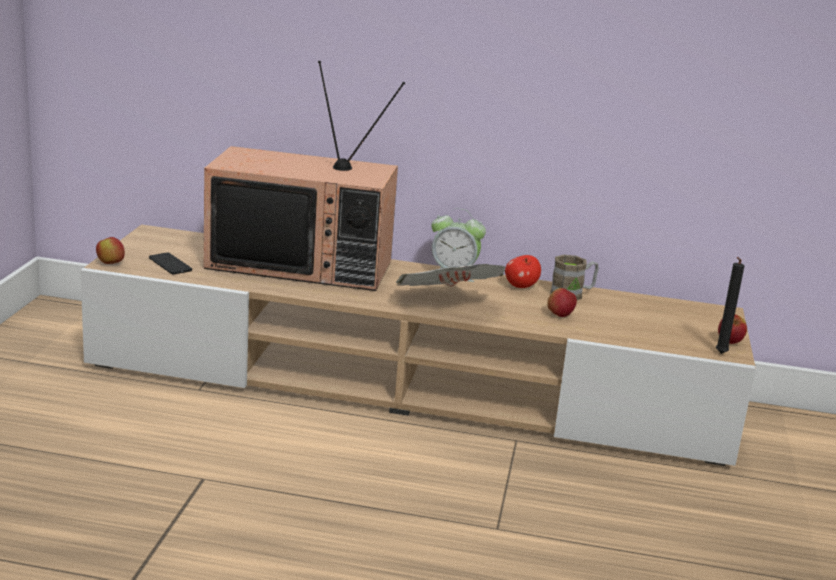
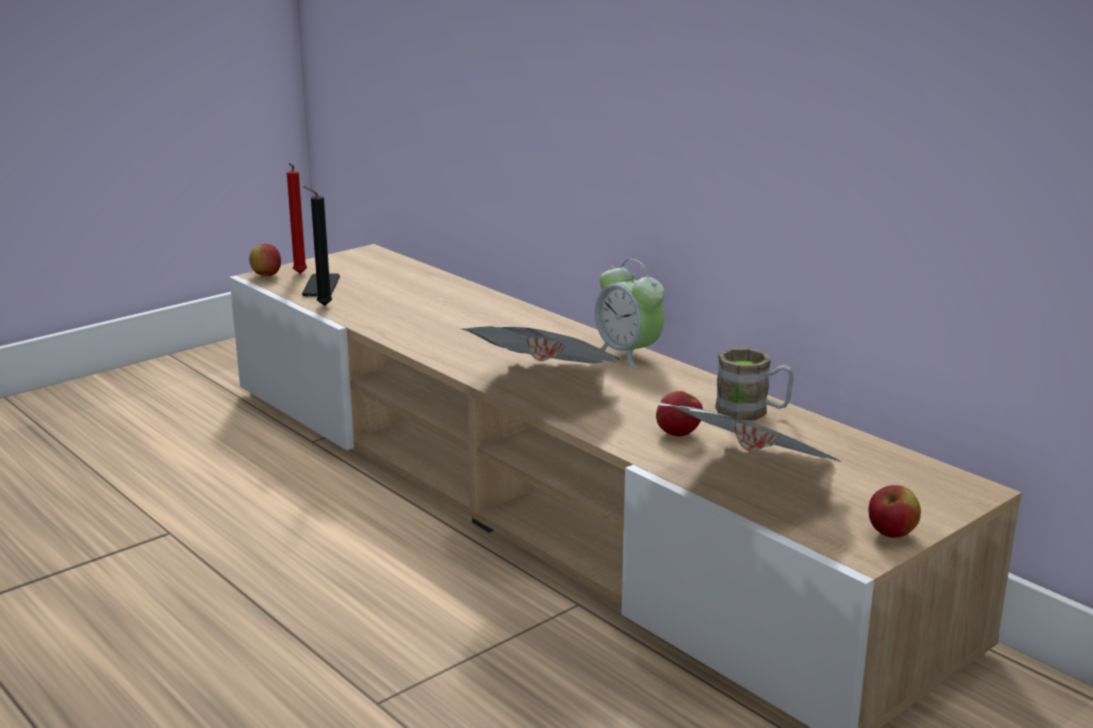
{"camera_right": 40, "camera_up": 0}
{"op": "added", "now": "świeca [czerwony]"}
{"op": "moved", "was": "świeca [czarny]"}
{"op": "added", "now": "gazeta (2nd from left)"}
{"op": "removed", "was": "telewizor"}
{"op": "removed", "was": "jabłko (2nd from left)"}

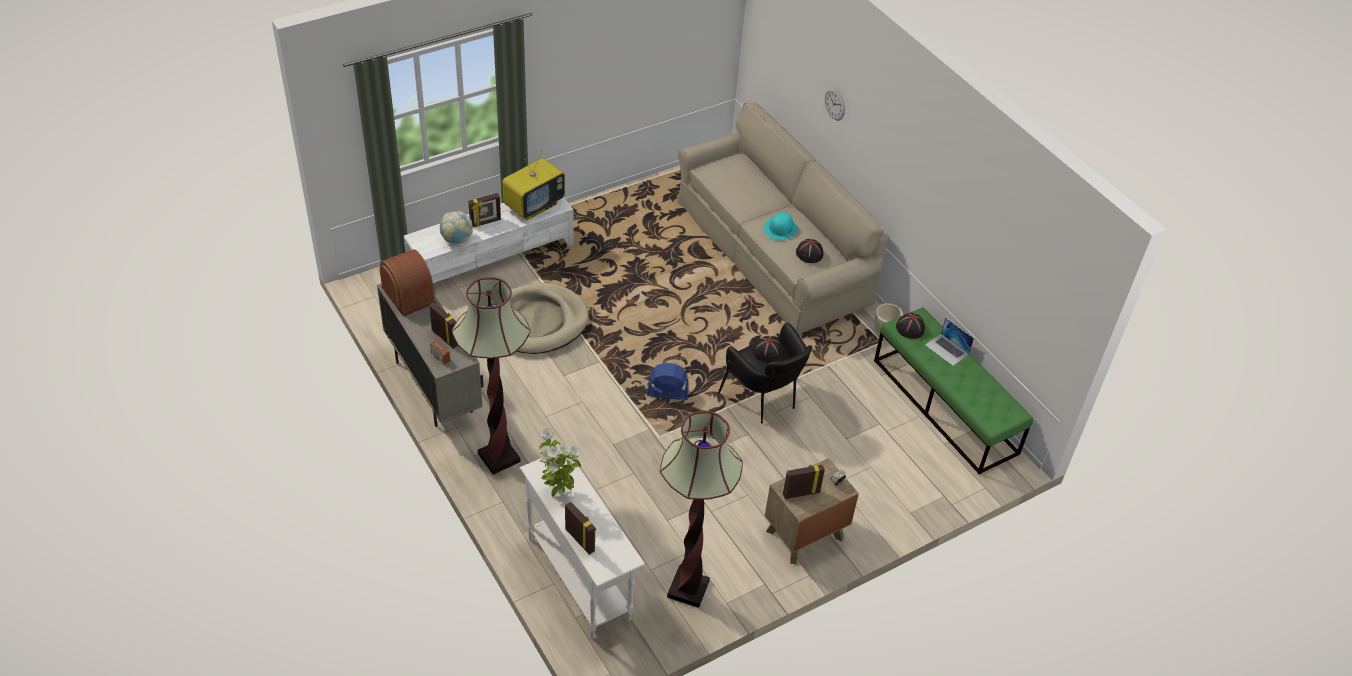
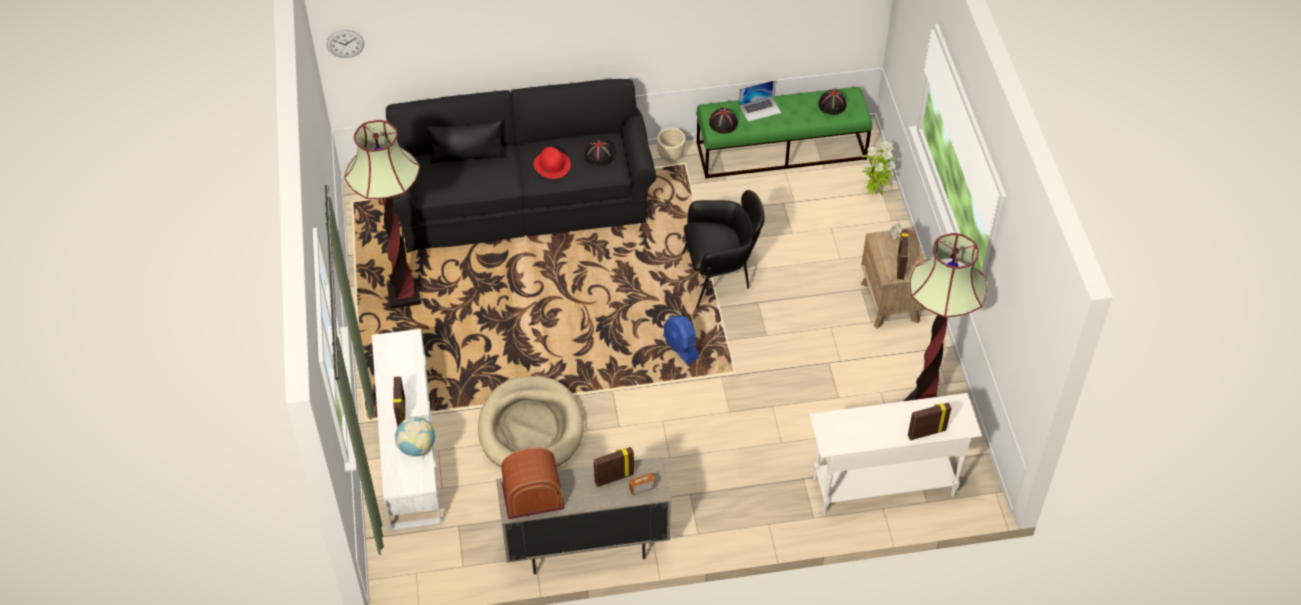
{"camera_right": -65, "camera_up": 5}
{"op": "moved", "was": "zegar ścienny"}
{"op": "moved", "was": "lampa stojąca (1st from left)"}
{"op": "recoloured", "was": "kanapa [beżowy]", "now": "kanapa [czarny]"}
{"op": "added", "now": "poduszka [czarny]"}
{"op": "recoloured", "was": "kapelusz [turkusowy]", "now": "kapelusz [czerwony]"}
{"op": "turned", "was": "wentylator [niebieski]", "clockwise": -60}
{"op": "moved", "was": "kapelusz [czarny] (1st from left in the first image)", "now": "kapelusz [czarny] (3rd from left)"}
{"op": "moved", "was": "roślina doniczkowa"}
{"op": "removed", "was": "telewizor"}

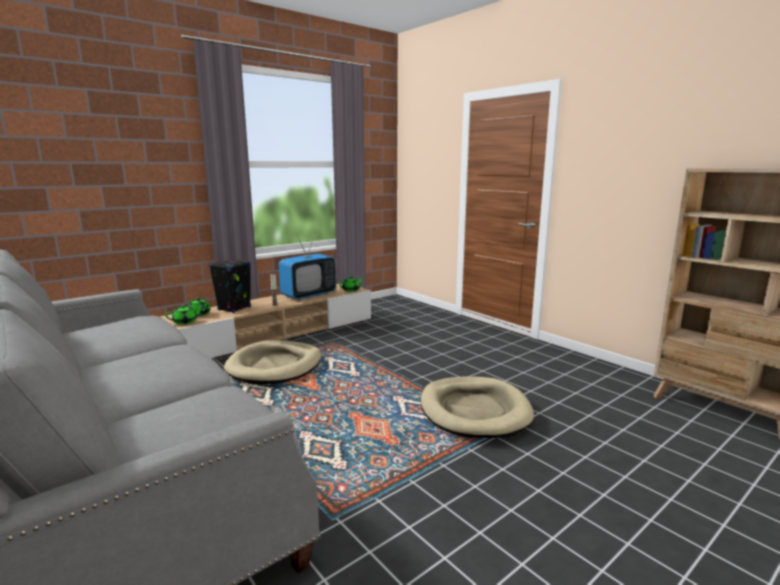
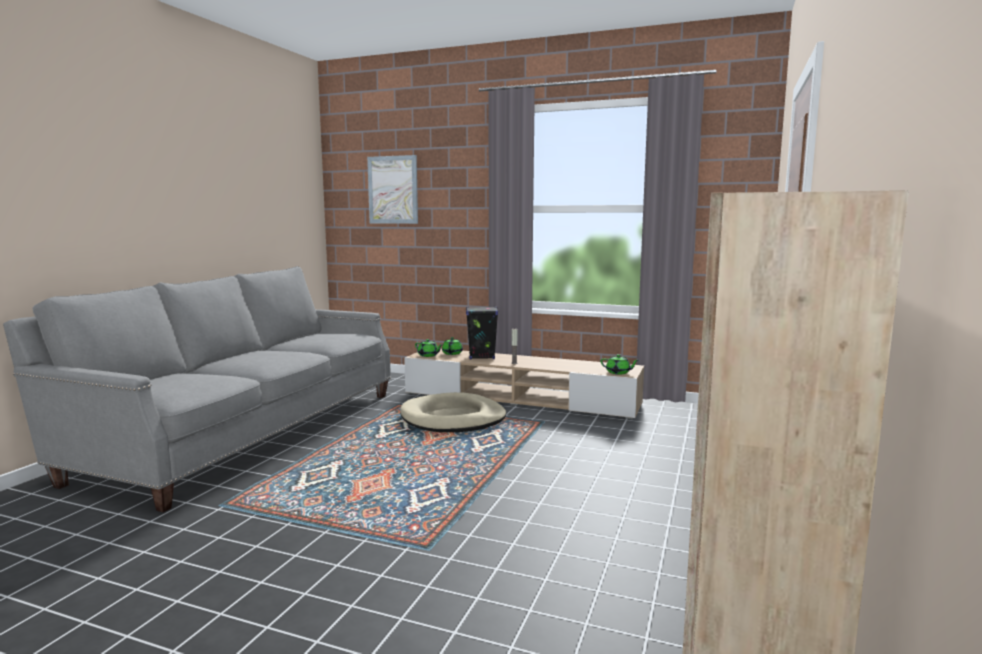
{"camera_right": 60, "camera_up": -5}
{"op": "added", "now": "obraz"}
{"op": "removed", "was": "telewizor"}
{"op": "removed", "was": "legowisko [beżowy] (2nd from left)"}

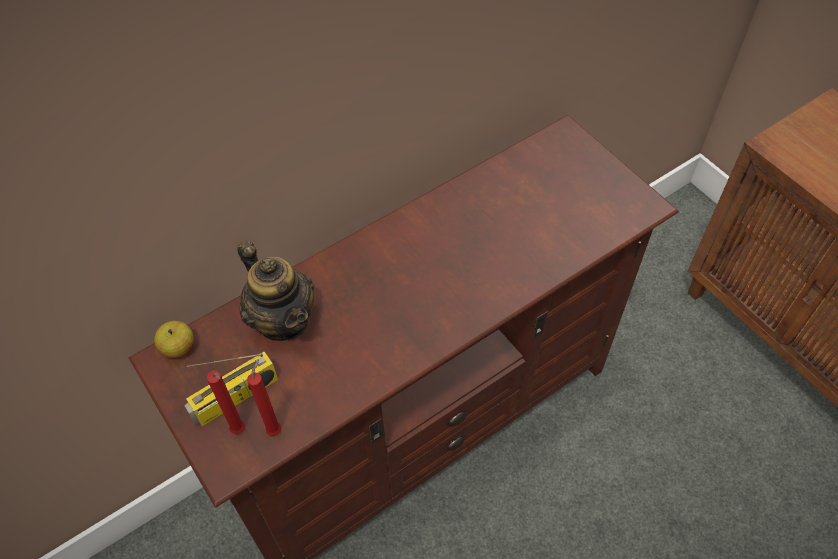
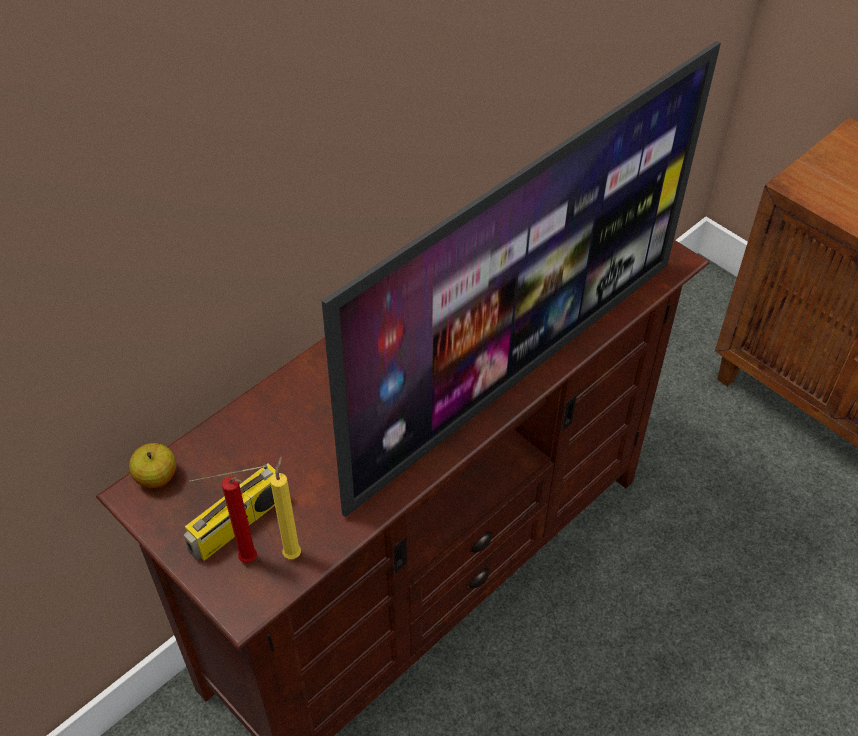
{"camera_right": -10, "camera_up": -5}
{"op": "recoloured", "was": "świeca [czerwony] (2nd from left)", "now": "świeca [żółty]"}
{"op": "added", "now": "telewizor"}
{"op": "removed", "was": "imbryk"}

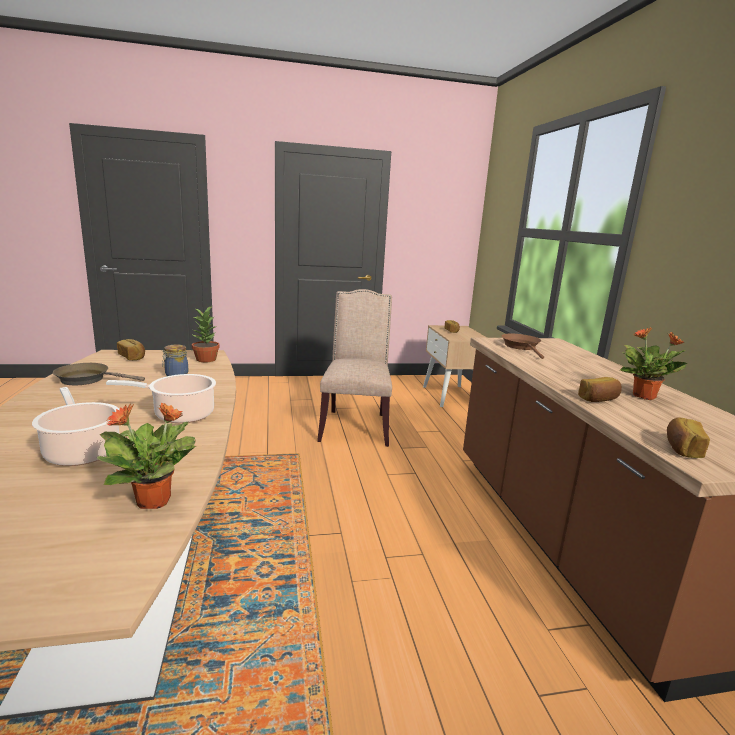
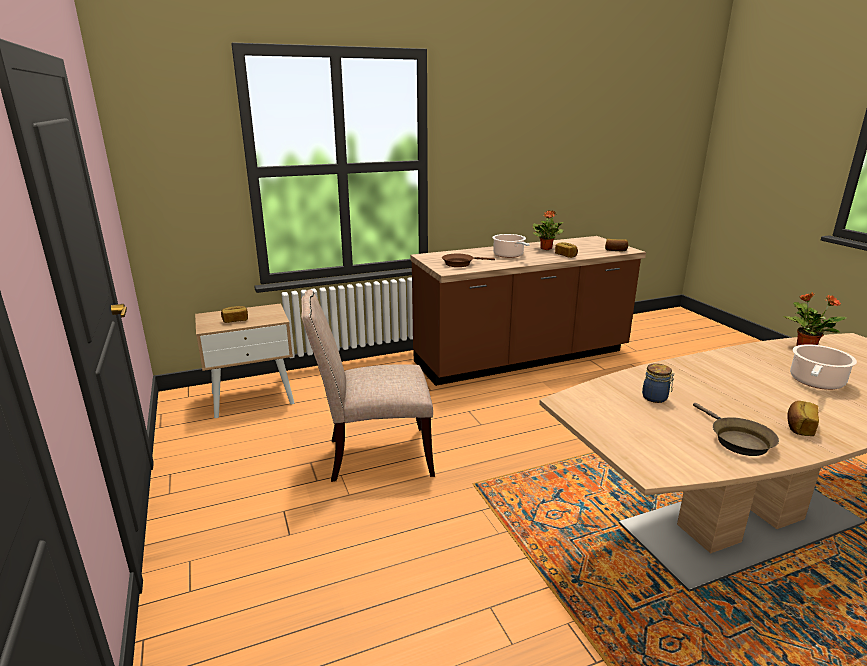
{"camera_right": -100, "camera_up": 5}
{"op": "moved", "was": "garnek (2nd from left in the first image)", "now": "garnek (1st from left)"}
{"op": "moved", "was": "chleb (1st from left in the first image)", "now": "chleb (4th from left)"}
{"op": "removed", "was": "roślina doniczkowa (2nd from left)"}

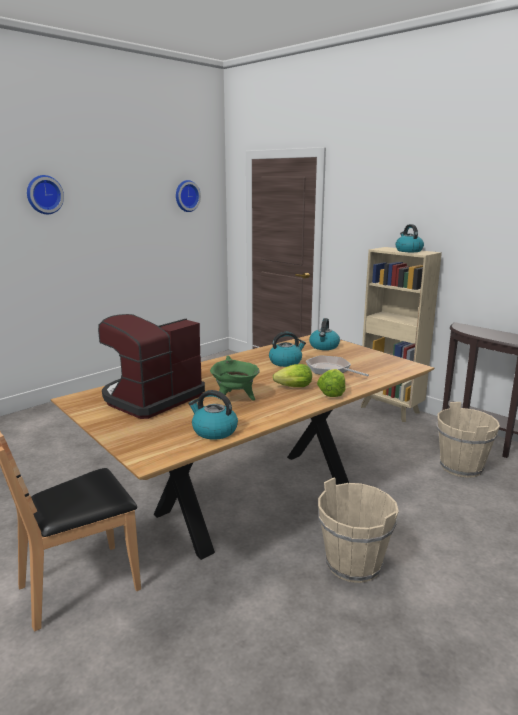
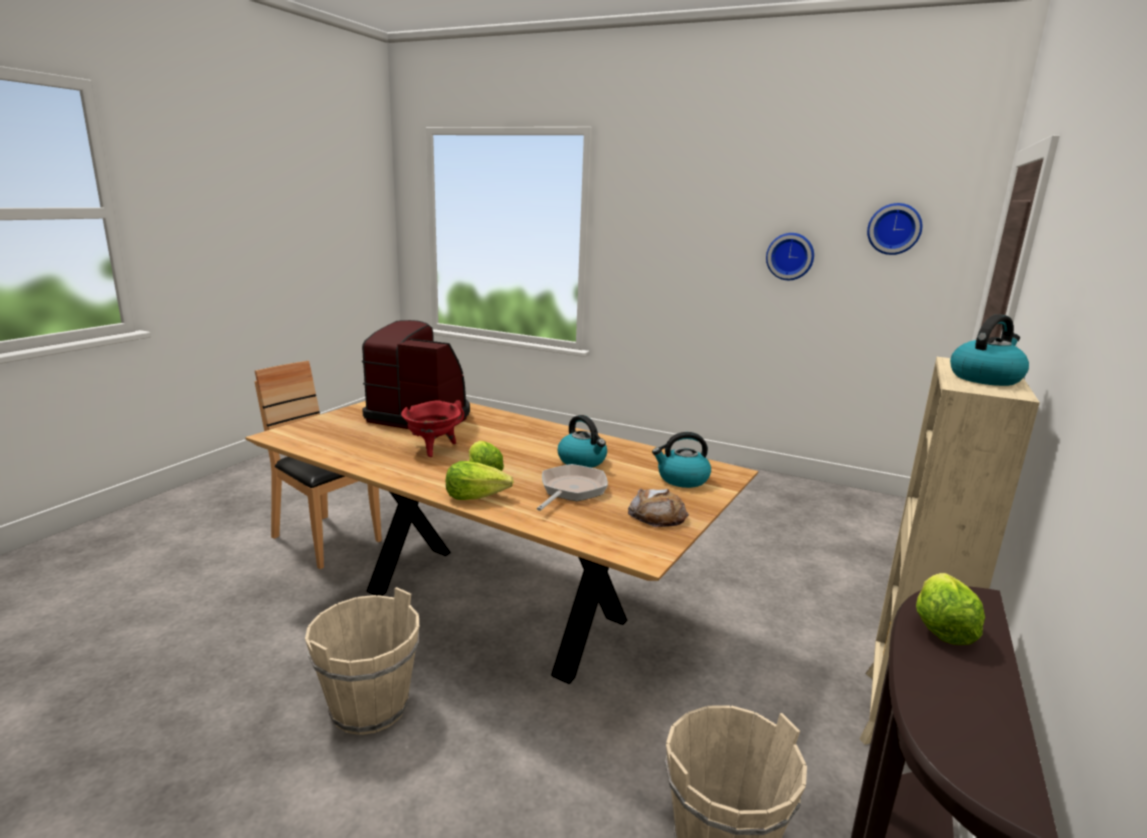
{"camera_right": 70, "camera_up": 0}
{"op": "recoloured", "was": "garnek [zielony]", "now": "garnek [czerwony]"}
{"op": "added", "now": "chleb"}
{"op": "moved", "was": "zegar ścienny (1st from left)"}
{"op": "added", "now": "sałata (3rd from left)"}
{"op": "removed", "was": "czajnik (1st from left)"}

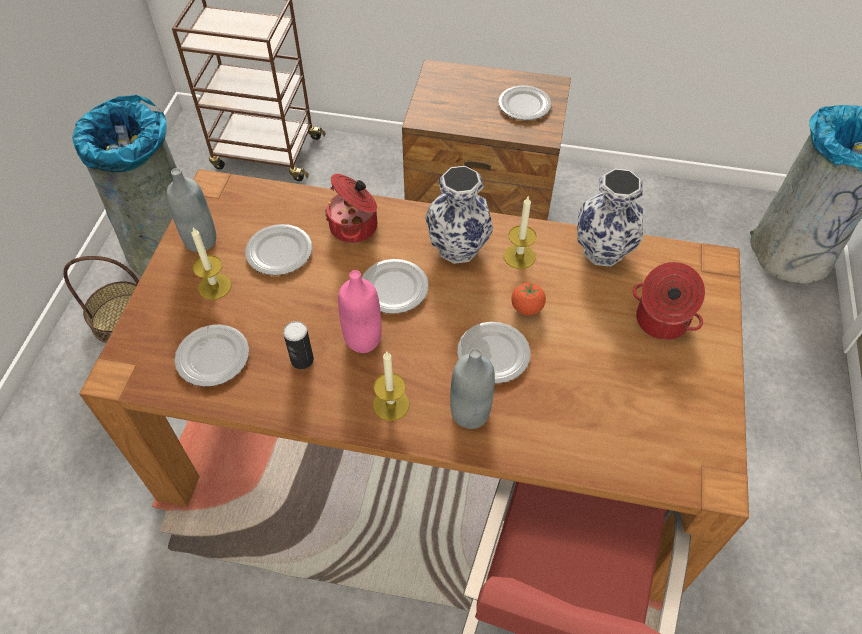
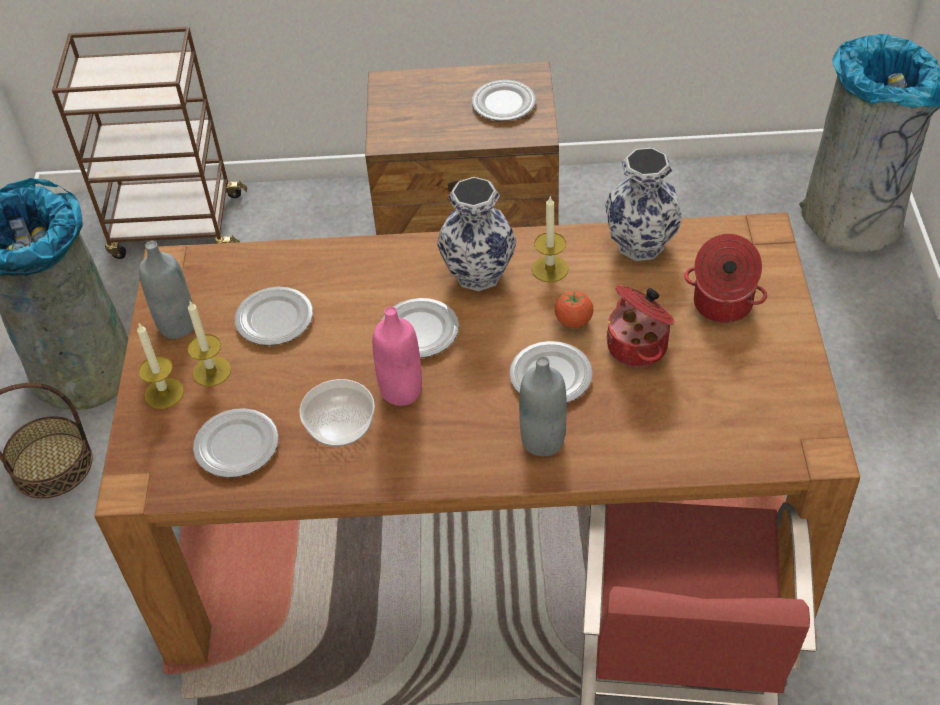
{"camera_right": -10, "camera_up": -5}
{"op": "moved", "was": "świeca (2nd from left in the first image)", "now": "świeca (1st from left)"}
{"op": "replaced", "was": "puszka", "now": "miska"}
{"op": "moved", "was": "garnek (1st from left)"}

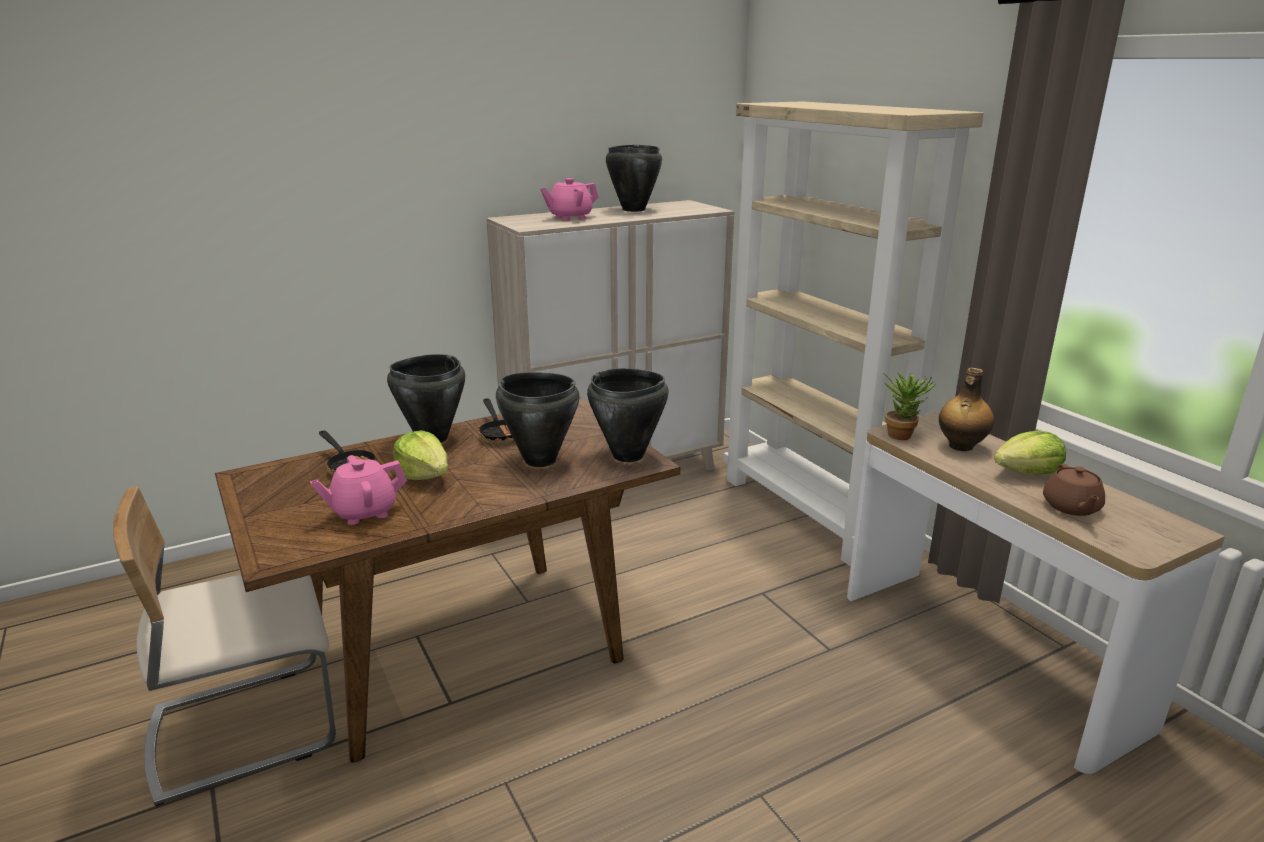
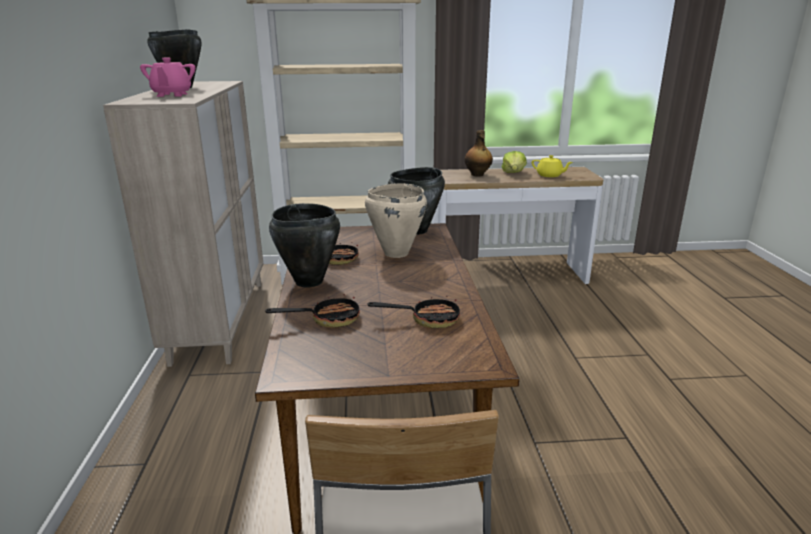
{"camera_right": -65, "camera_up": 0}
{"op": "recoloured", "was": "garnek [czarny] (2nd from left)", "now": "garnek [beżowy]"}
{"op": "replaced", "was": "imbryk [różowy] (1st from left)", "now": "patelnia (3rd from left)"}
{"op": "recoloured", "was": "imbryk [brązowy]", "now": "imbryk [żółty]"}
{"op": "removed", "was": "sałata (1st from left)"}
{"op": "removed", "was": "roślina doniczkowa"}

